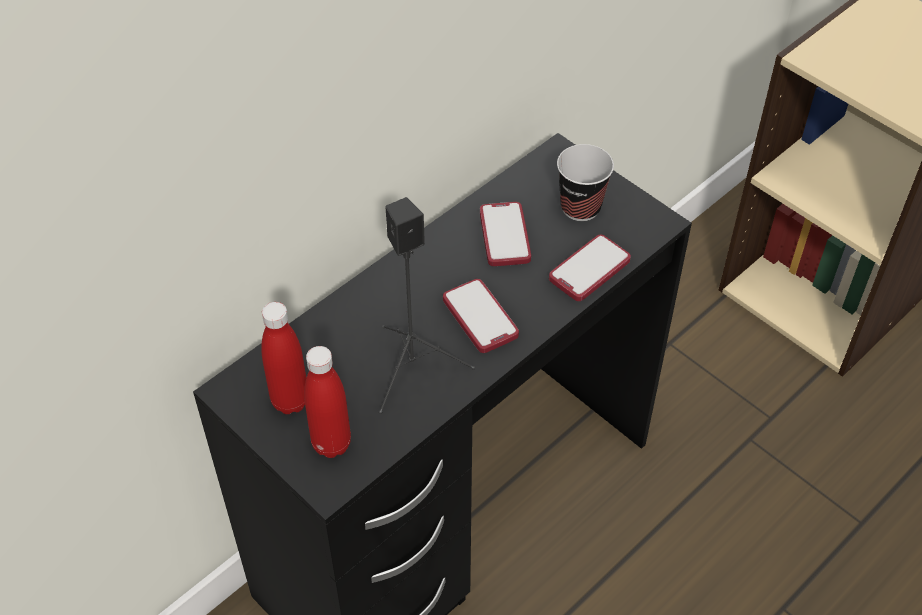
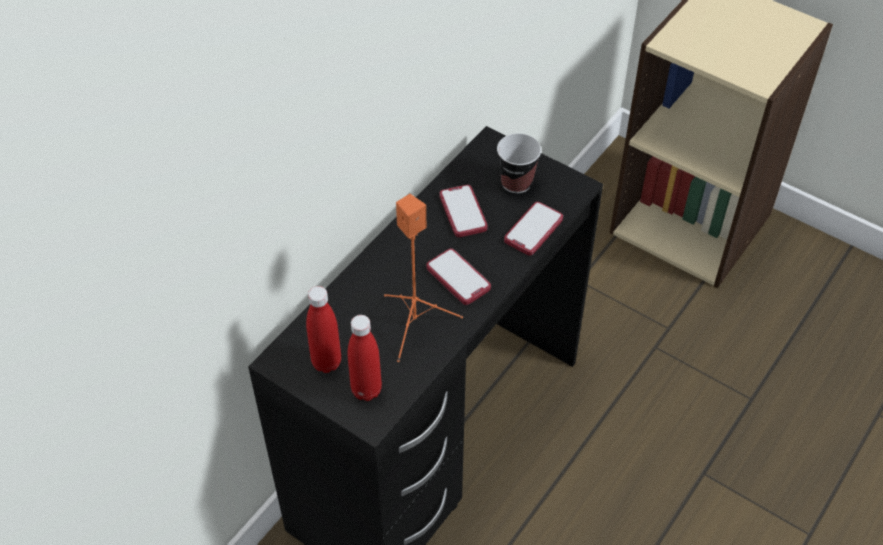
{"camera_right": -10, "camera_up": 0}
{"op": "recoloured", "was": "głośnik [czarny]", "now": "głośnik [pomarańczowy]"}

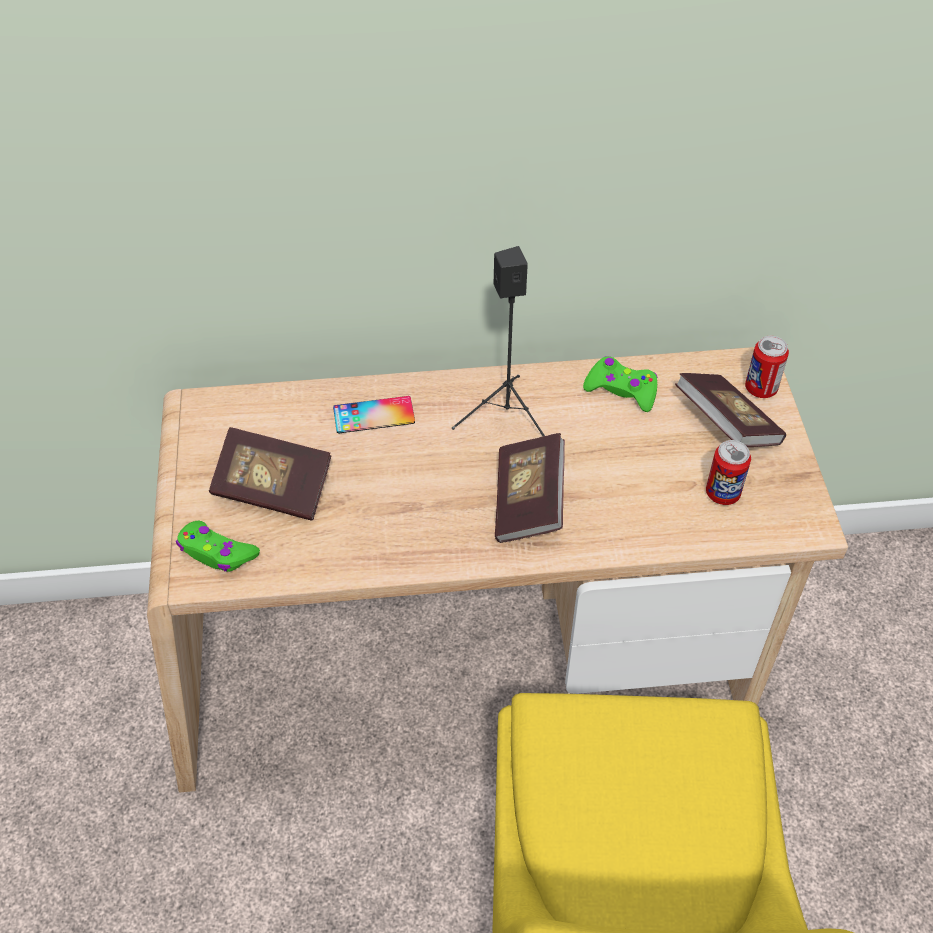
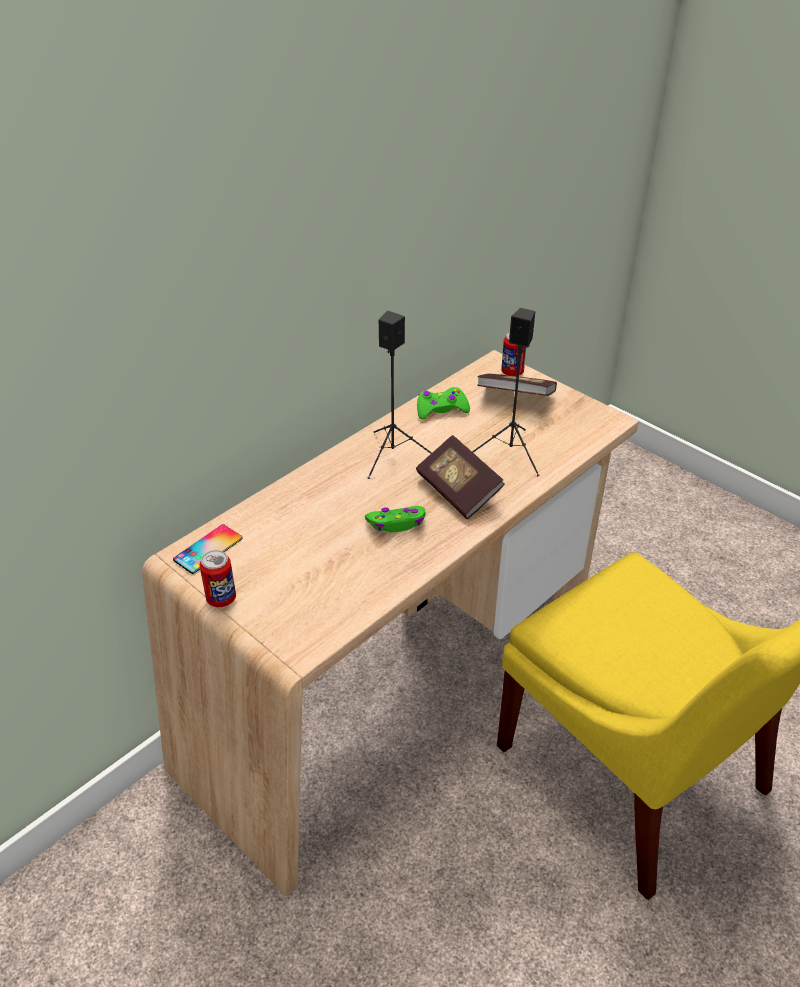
{"camera_right": -40, "camera_up": -10}
{"op": "moved", "was": "telefon"}
{"op": "moved", "was": "puszka (1st from left)"}
{"op": "moved", "was": "pad do gier [zielony] (1st from left)"}
{"op": "added", "now": "głośnik [czarny] (2nd from left)"}
{"op": "removed", "was": "książka (1st from left)"}

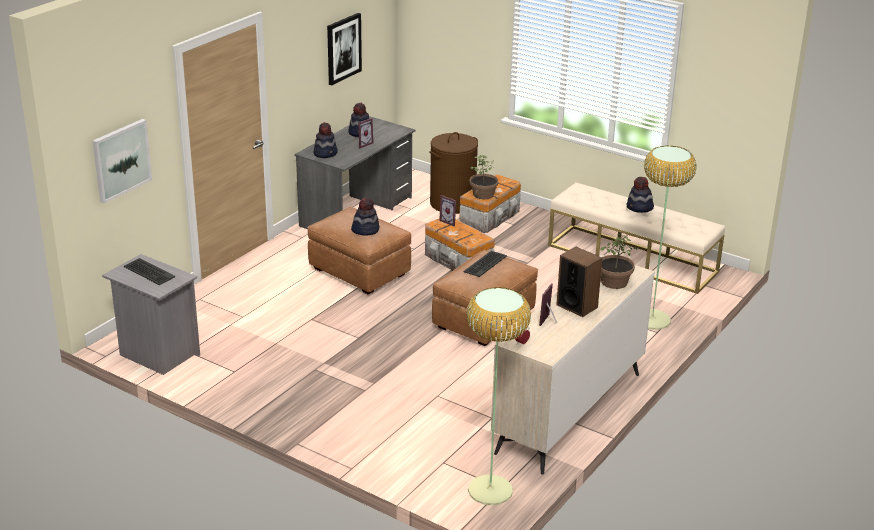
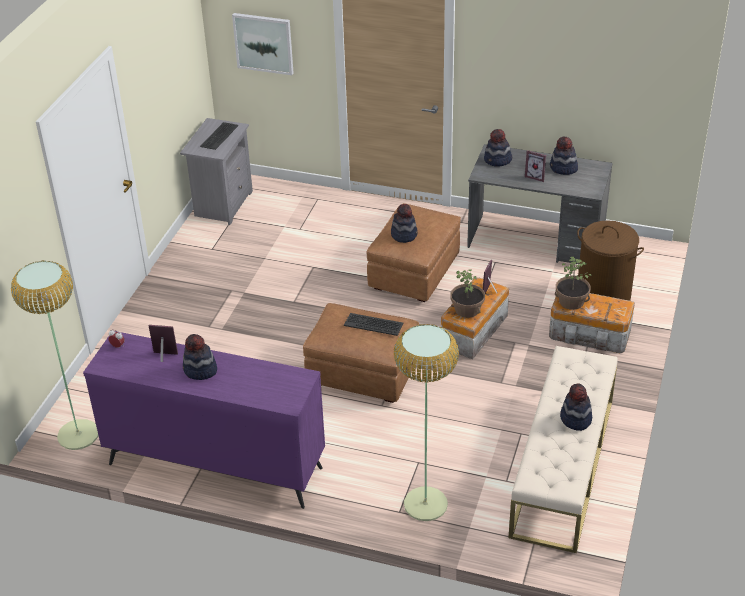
{"camera_right": 75, "camera_up": 10}
{"op": "recoloured", "was": "komoda [beżowy]", "now": "komoda [fioletowy]"}
{"op": "replaced", "was": "głośnik", "now": "kapelusz (1st from left)"}
{"op": "moved", "was": "roślina doniczkowa (2nd from left in the first image)", "now": "roślina doniczkowa (1st from left)"}
{"op": "removed", "was": "obraz (2nd from left)"}

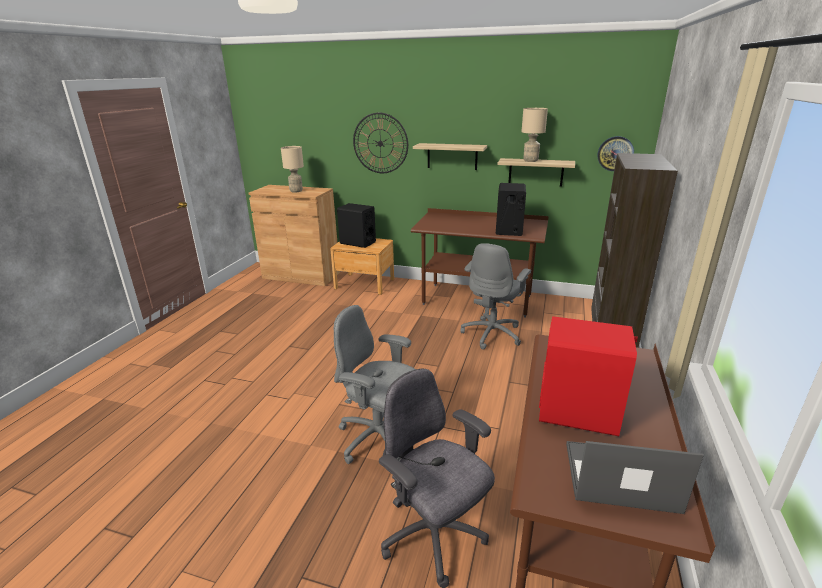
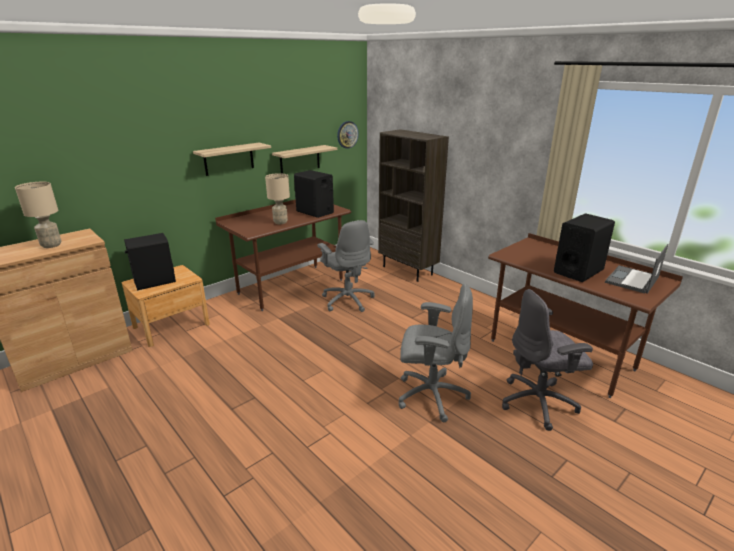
{"camera_right": -60, "camera_up": 0}
{"op": "moved", "was": "lampa stołowa [beżowy] (2nd from left)"}
{"op": "turned", "was": "krzesło biurowe [szary] (1st from left in the first image)", "clockwise": -135}
{"op": "recoloured", "was": "głośnik [czerwony]", "now": "głośnik [czarny] (3rd from left)"}
{"op": "removed", "was": "zegar ścienny (1st from left)"}

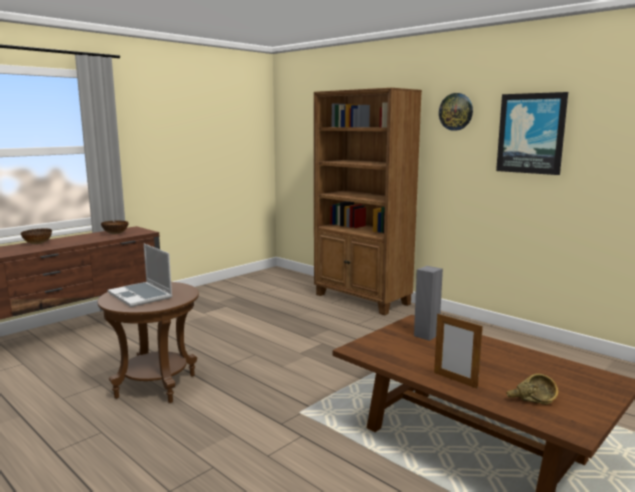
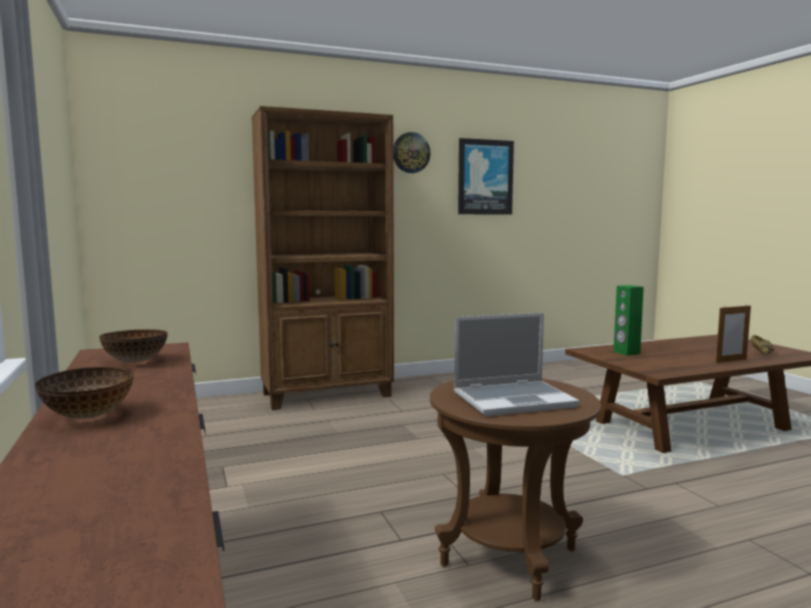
{"camera_right": -65, "camera_up": -5}
{"op": "recoloured", "was": "głośnik [szary]", "now": "głośnik [zielony]"}

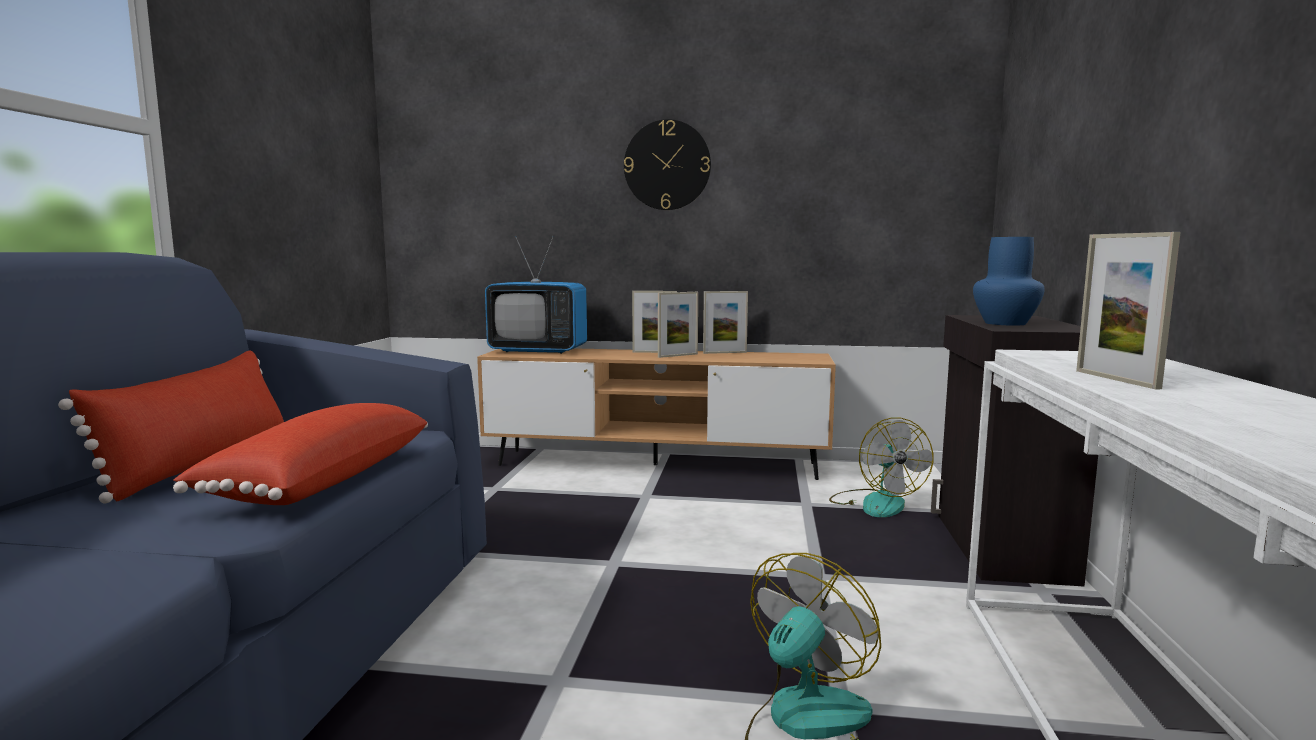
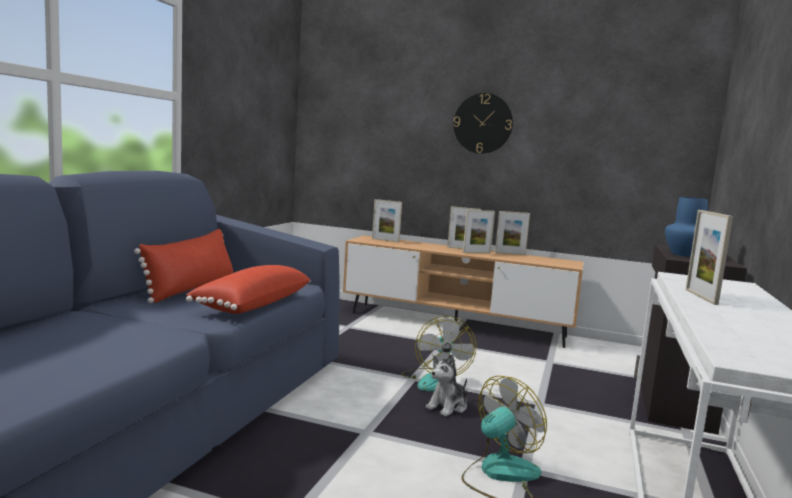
{"camera_right": 10, "camera_up": 0}
{"op": "replaced", "was": "telewizor", "now": "ramka na zdjęcie (1st from left)"}
{"op": "moved", "was": "wentylator (2nd from left in the first image)", "now": "wentylator (1st from left)"}
{"op": "added", "now": "pluszak"}

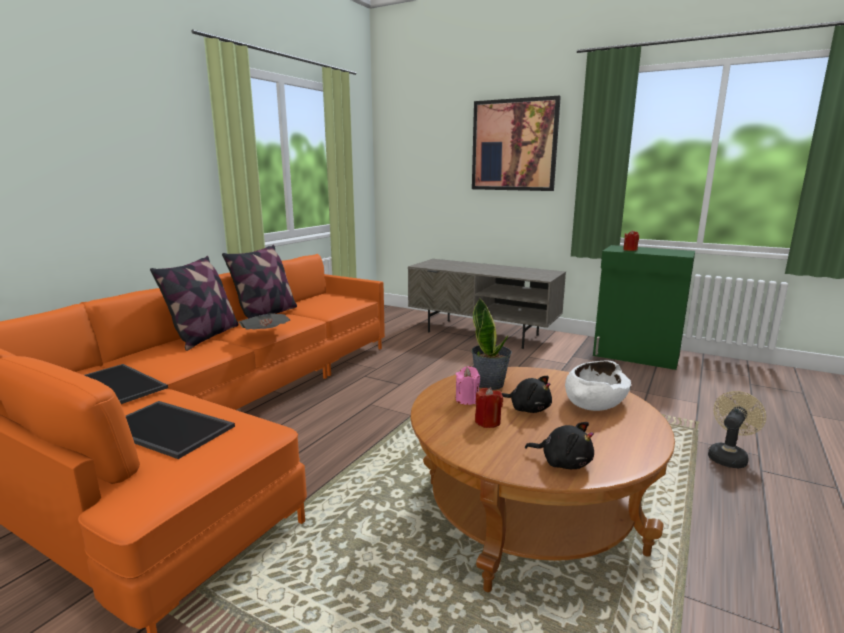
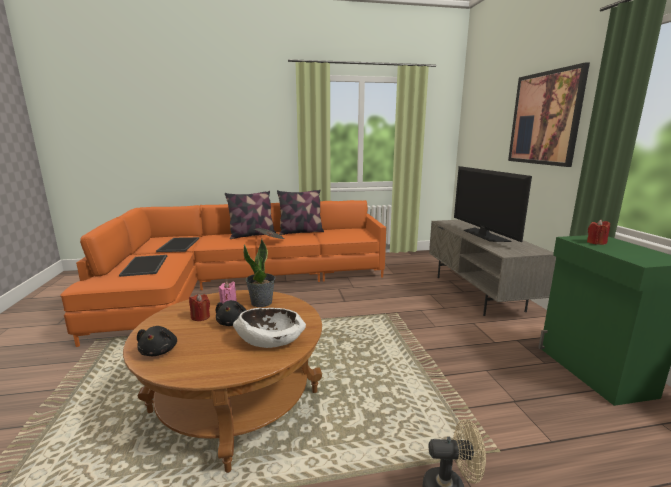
{"camera_right": 50, "camera_up": 0}
{"op": "added", "now": "telewizor"}

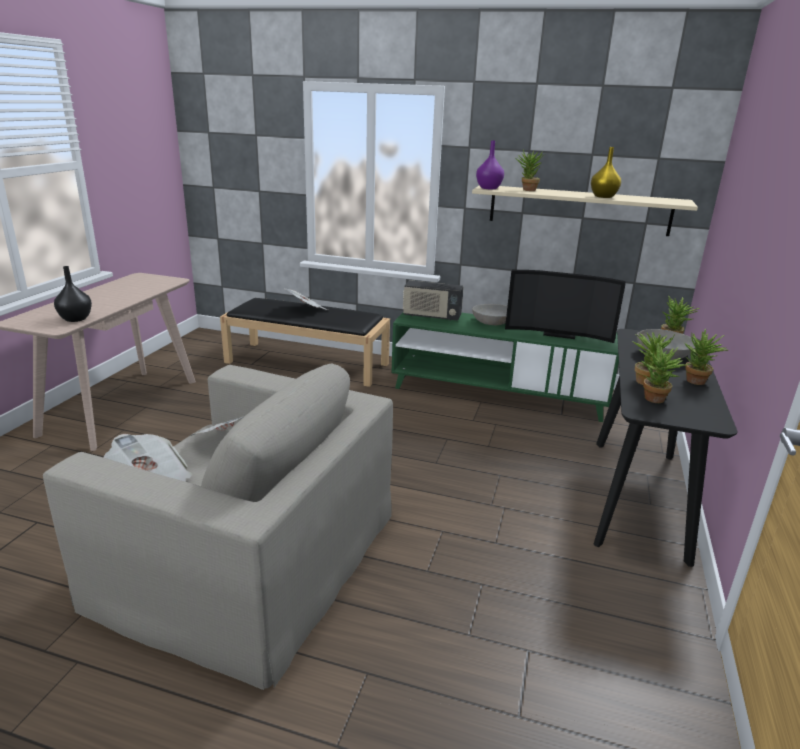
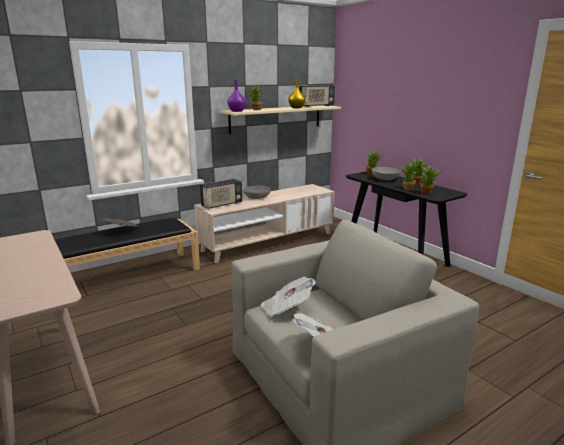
{"camera_right": -50, "camera_up": -5}
{"op": "recoloured", "was": "szafka pod telewizor [zielony]", "now": "szafka pod telewizor [beżowy]"}
{"op": "added", "now": "radio (2nd from left)"}
{"op": "removed", "was": "wazon [czarny]"}
{"op": "removed", "was": "telewizor"}

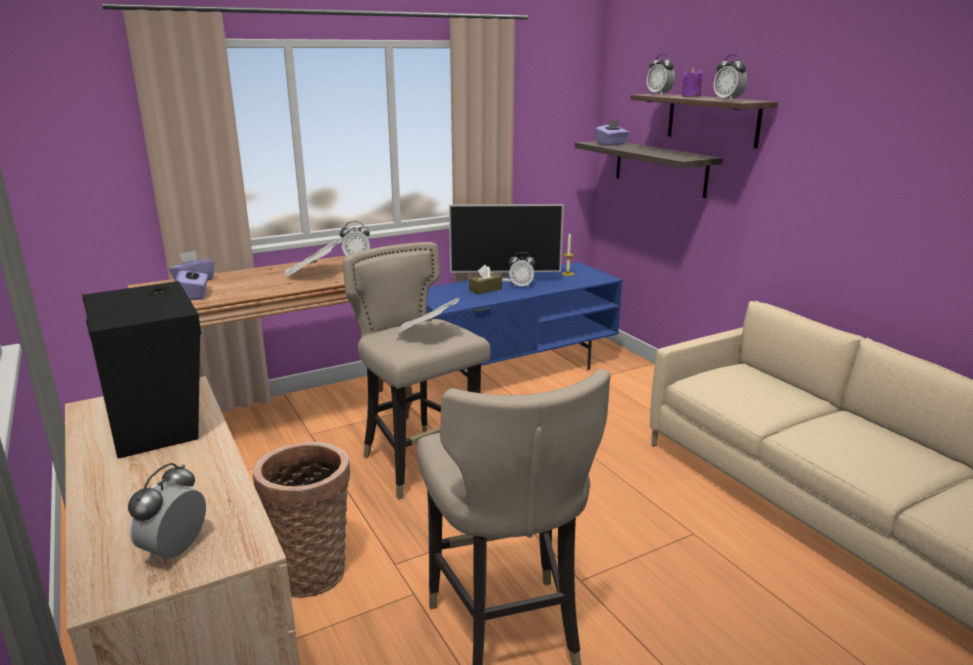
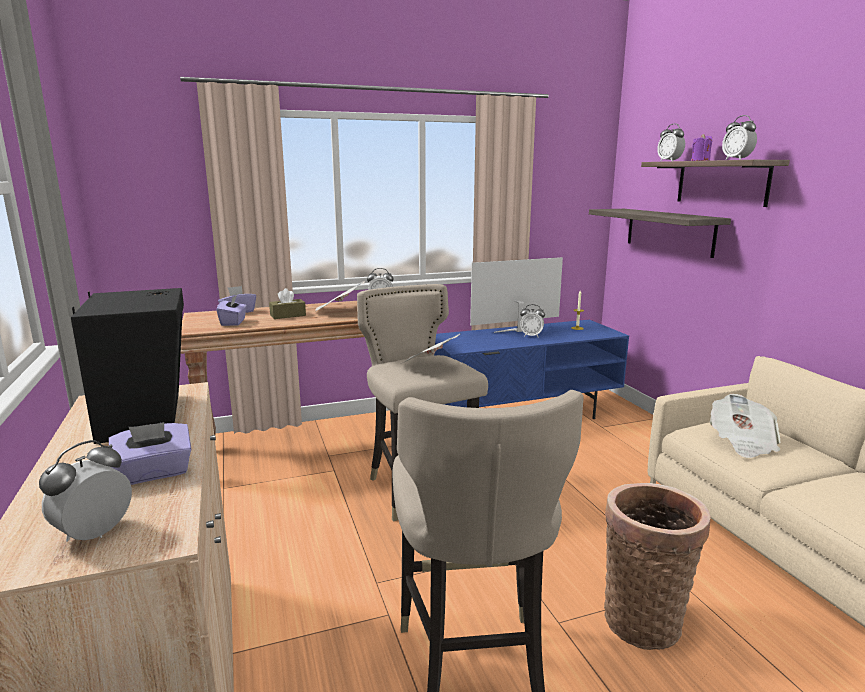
{"camera_right": 10, "camera_up": -5}
{"op": "moved", "was": "pudełko chusteczek [fioletowy] (3rd from left in the first image)", "now": "pudełko chusteczek [fioletowy] (1st from left)"}
{"op": "moved", "was": "pudełko chusteczek [brązowy]"}
{"op": "turned", "was": "telewizor", "clockwise": 150}
{"op": "moved", "was": "koszyk"}
{"op": "added", "now": "gazeta (3rd from left)"}

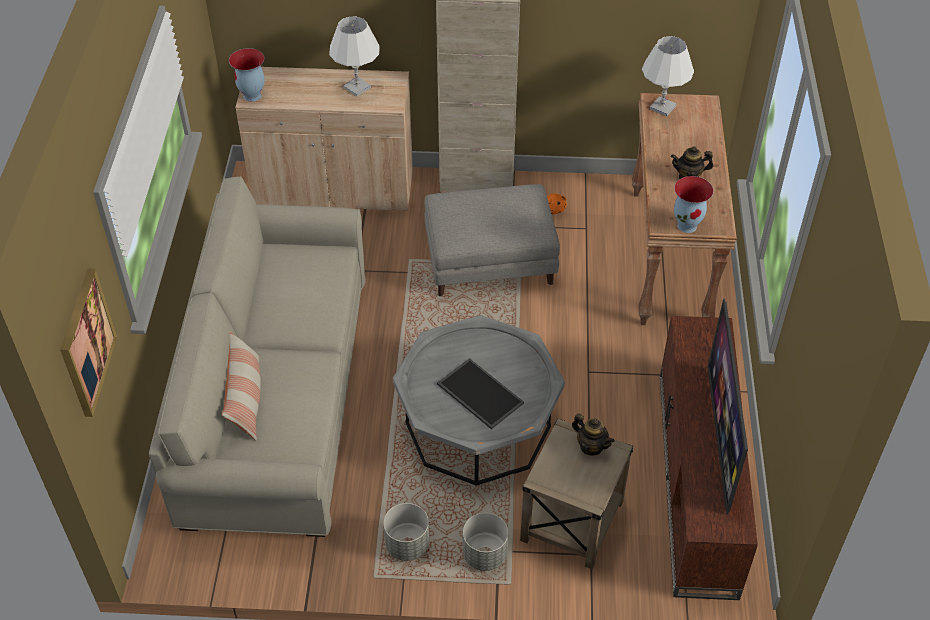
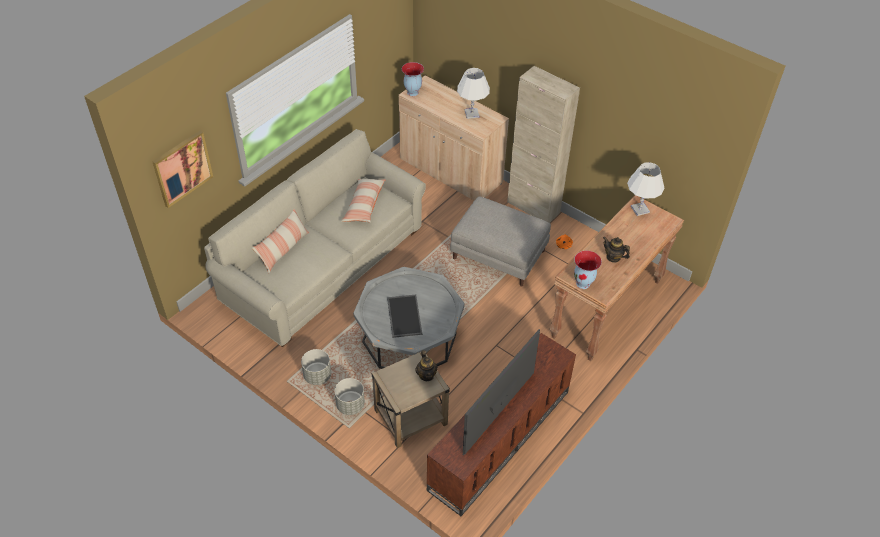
{"camera_right": 35, "camera_up": 0}
{"op": "added", "now": "poduszka (2nd from left)"}

